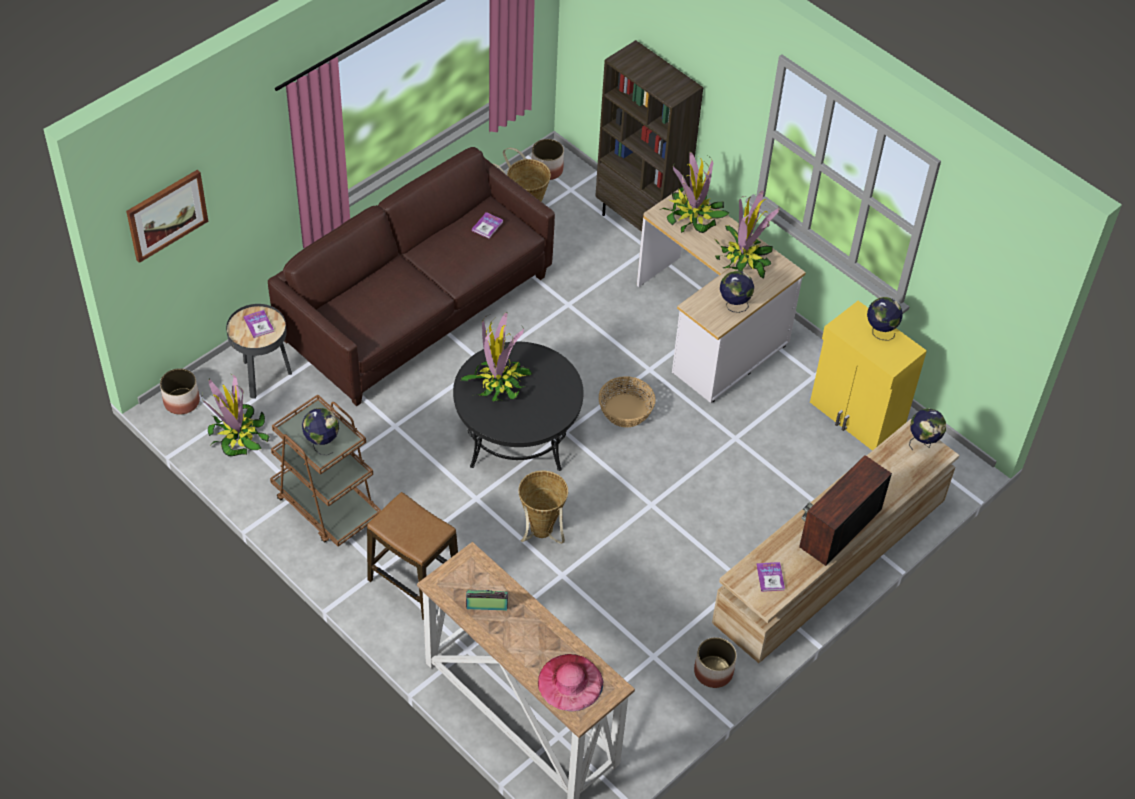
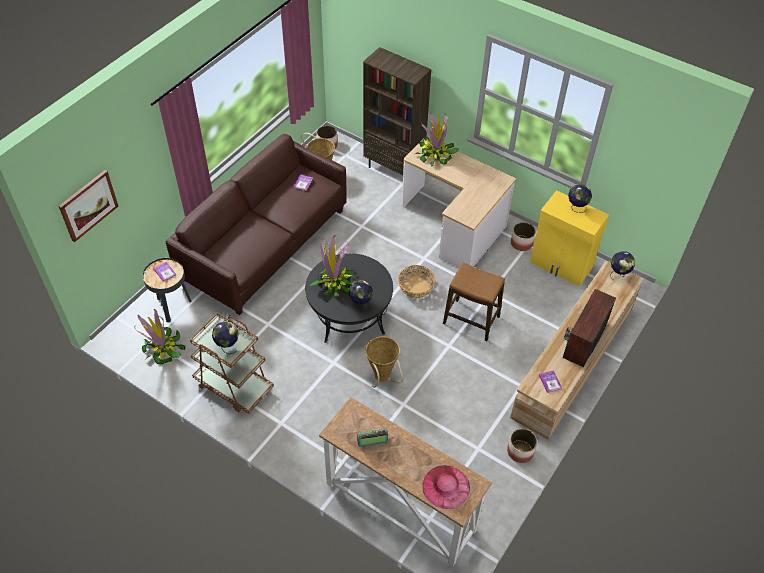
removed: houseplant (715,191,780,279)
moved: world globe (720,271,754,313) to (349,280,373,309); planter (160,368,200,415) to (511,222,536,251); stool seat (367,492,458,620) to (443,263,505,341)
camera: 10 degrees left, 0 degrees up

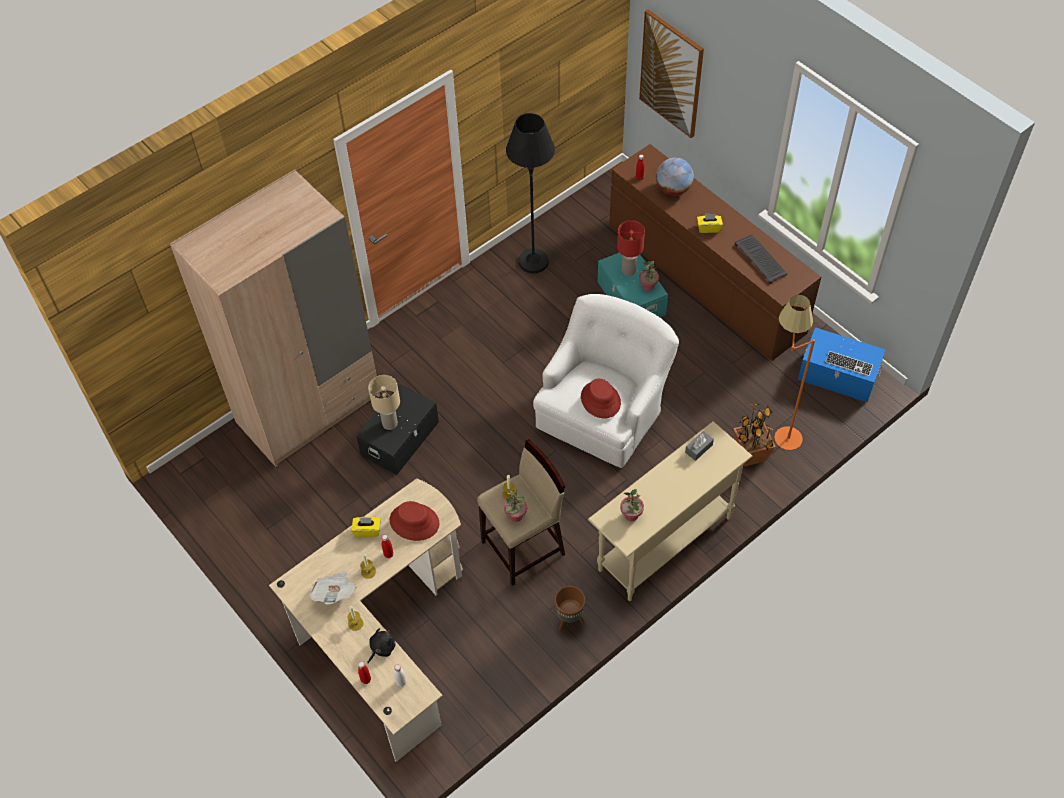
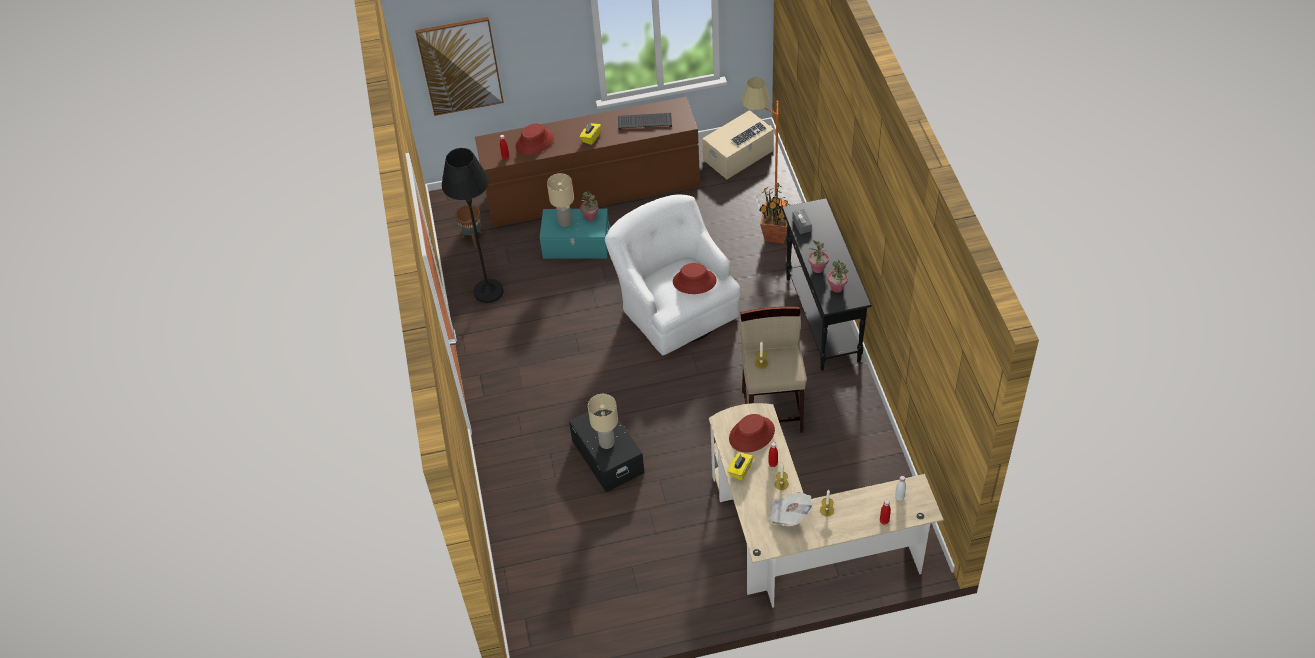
removed: wardrobe (beige-coloured) (170,169,381,468); cuddly toy (black) (368,628,395,663)
moved: houseplant (504,487,527,522) to (808,240,829,273); planter (brown) (554,586,586,630) to (455,205,482,247)
replaced: world globe (656,158,694,196) to clothing hat (red-coloured) (516,123,554,155)
recoloured: lamp for a table (red-coloured) (617,220,645,276) to lamp for a table (beige-coloured) (547,173,574,227); storage container (bluish) (798,327,886,402) to storage container (beige-coloured) (702,110,774,179); console table (beige-coloured) (588,421,752,601) to console table (black) (781,198,872,370)
camera: 60 degrees left, 5 degrees down

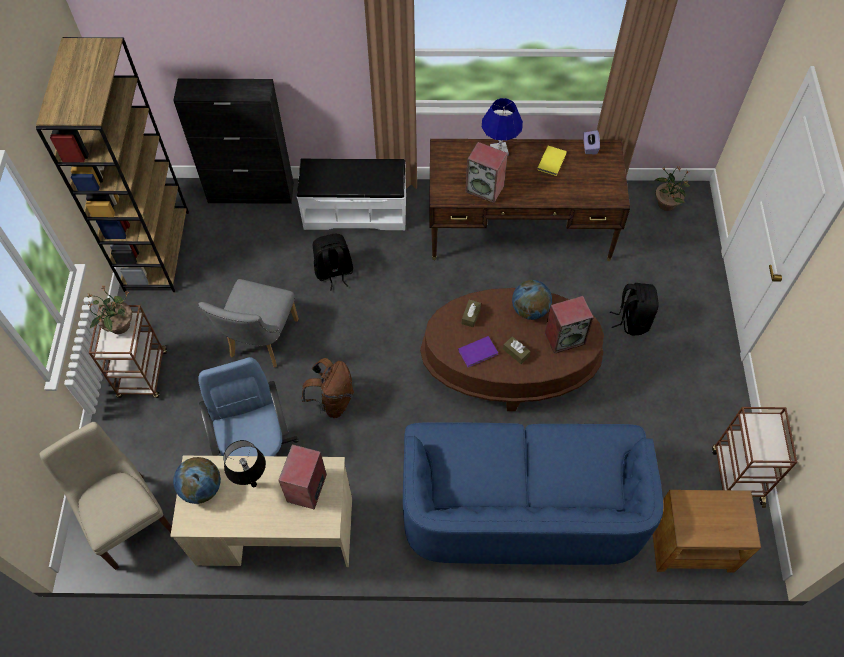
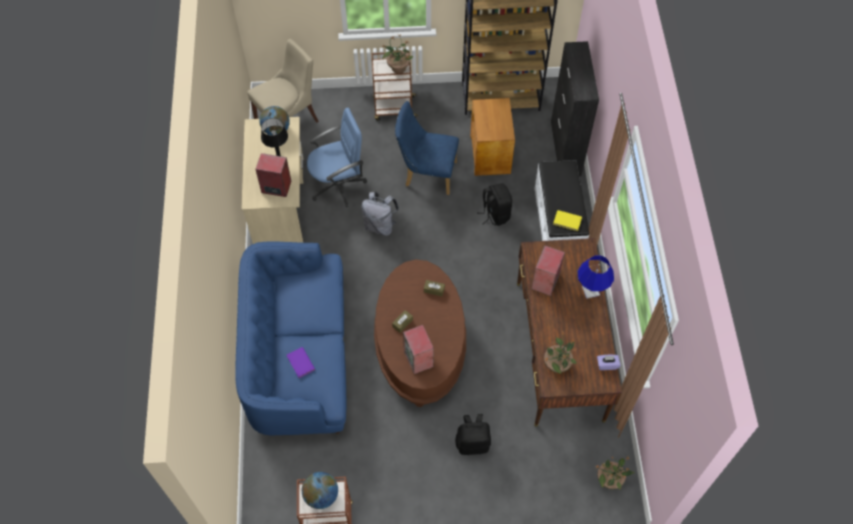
added: houseplant (544,331,577,374)
moved: bound book (yellow-coloured) (537,146,567,176) to (553,210,582,231); world globe (512,280,552,320) to (302,472,338,509); bound book (purple-coloured) (458,336,498,367) to (287,347,315,378); accent table (brown) (653,490,761,573) to (470,98,515,176)
recoloured: plain chair (grey) (199,279,299,368) to plain chair (bluish) (395,101,459,195); backpack (brown) (301,358,354,418) to backpack (grey) (361,192,399,236)
camera: 85 degrees right, 0 degrees up

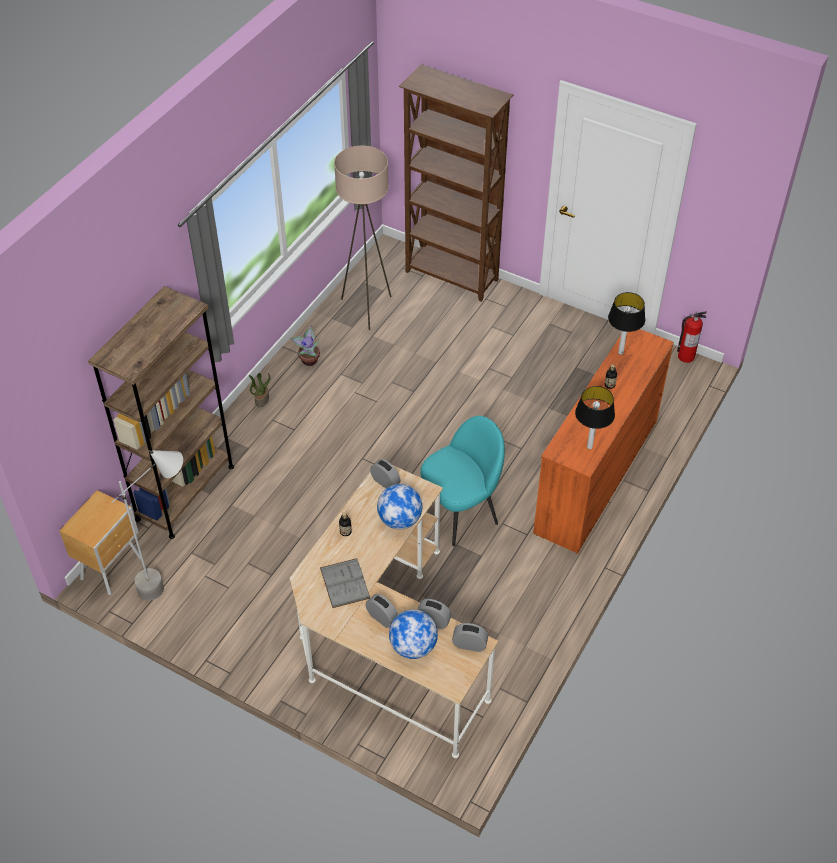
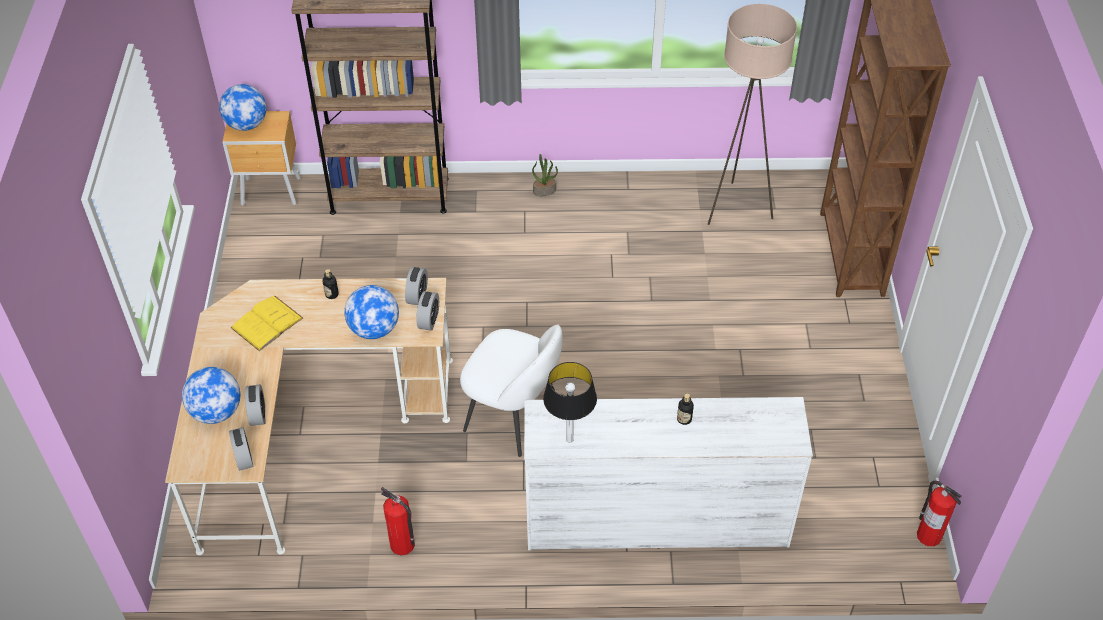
removed: lamp for a table (608,292,645,355); houseplant (290,325,320,366); floor lamp (grey) (111,450,183,600)
added: world globe (219,84,266,131); fire extinguisher (381,487,415,555)
moved: alarm clock (366,594,398,628) to (416,291,439,331)
recoloured: drawer chest (orange-coloured) (533,329,674,554) to drawer chest (whitish) (524,397,813,550); plain chair (blue-green) (420,416,505,546) to plain chair (whitish) (460,325,563,457); bound book (grey) (320,558,370,608) to bound book (yellow-coloured) (231,296,303,351)
camera: 60 degrees right, 0 degrees up

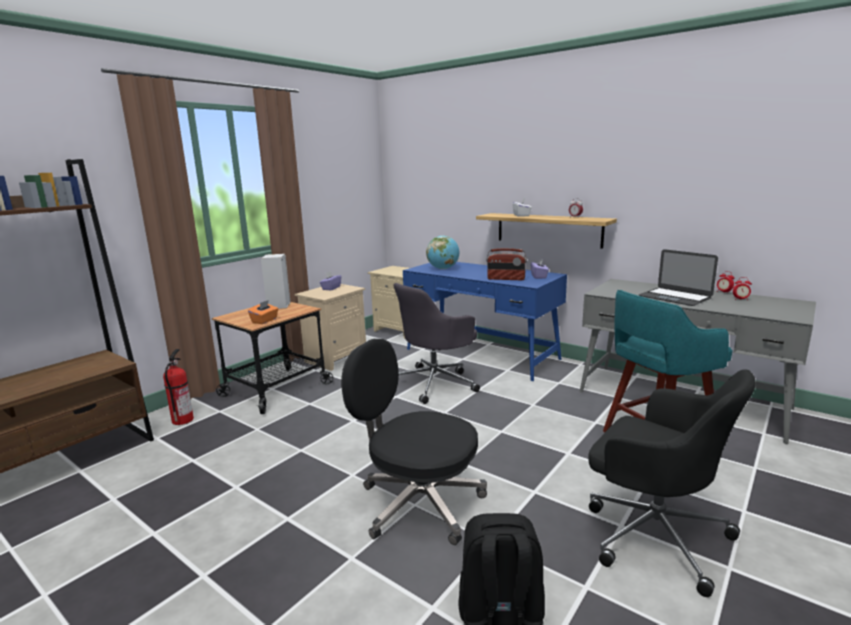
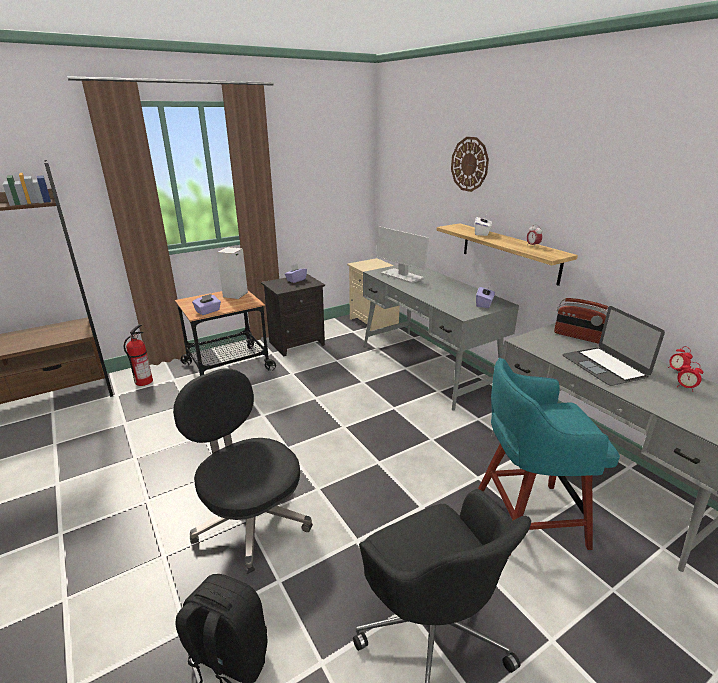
removed: desk chair (grey) (393,283,480,404)
added: hanging clock (451,137,489,192)
moved: radio set (486,248,527,280) to (554,298,609,344)
replaced: world globe (426,235,459,269) to monitor (376,226,429,283)
recoloured: desk (bluish) (403,262,567,381) to desk (grey) (363,265,519,411); night table (beige-coloured) (295,284,366,371) to night table (black) (261,274,325,356); tissue box (orange-coloured) (248,300,278,324) to tissue box (purple-coloured) (192,294,221,315)
camera: 20 degrees right, 10 degrees up

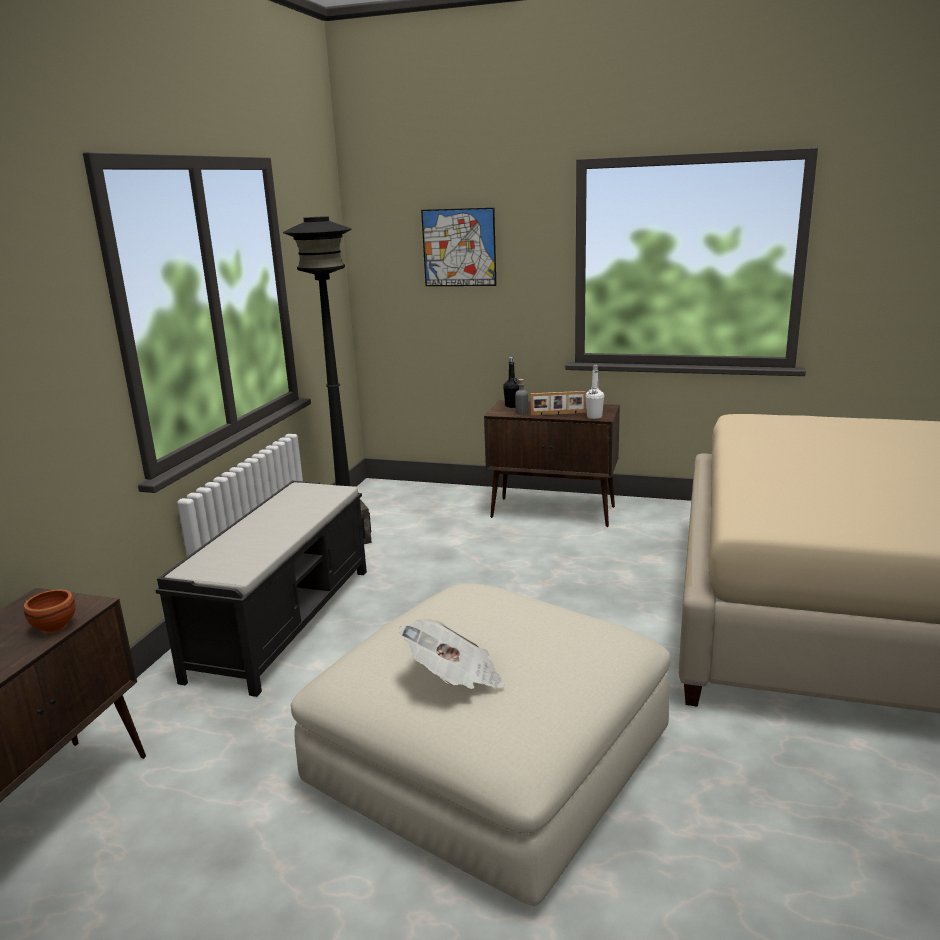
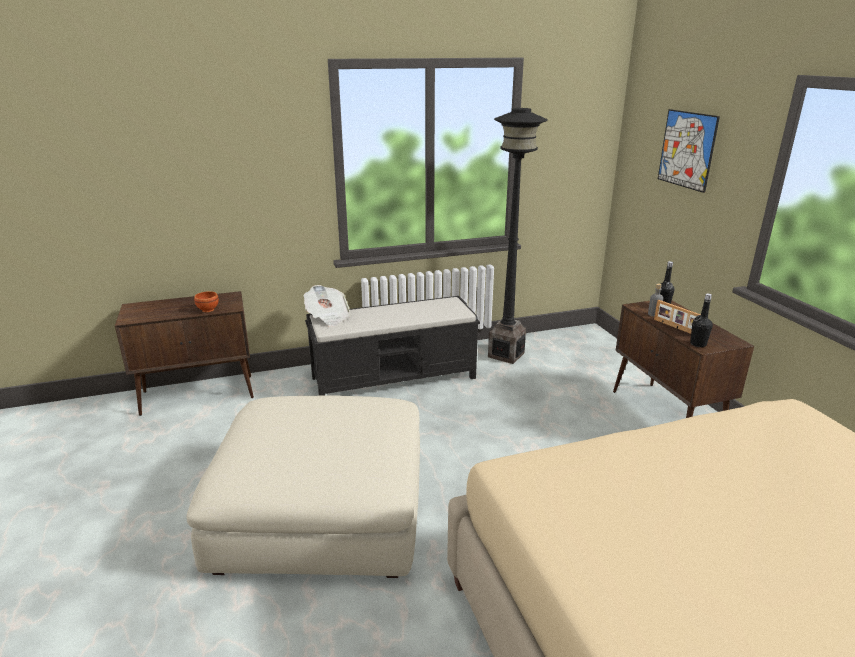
moved: daily paper (399,620,506,689) to (304,285,351,327)
recoloured: bottle (whitish) (586,365,604,419) to bottle (black) (690,293,713,347)
camera: 55 degrees right, 5 degrees up

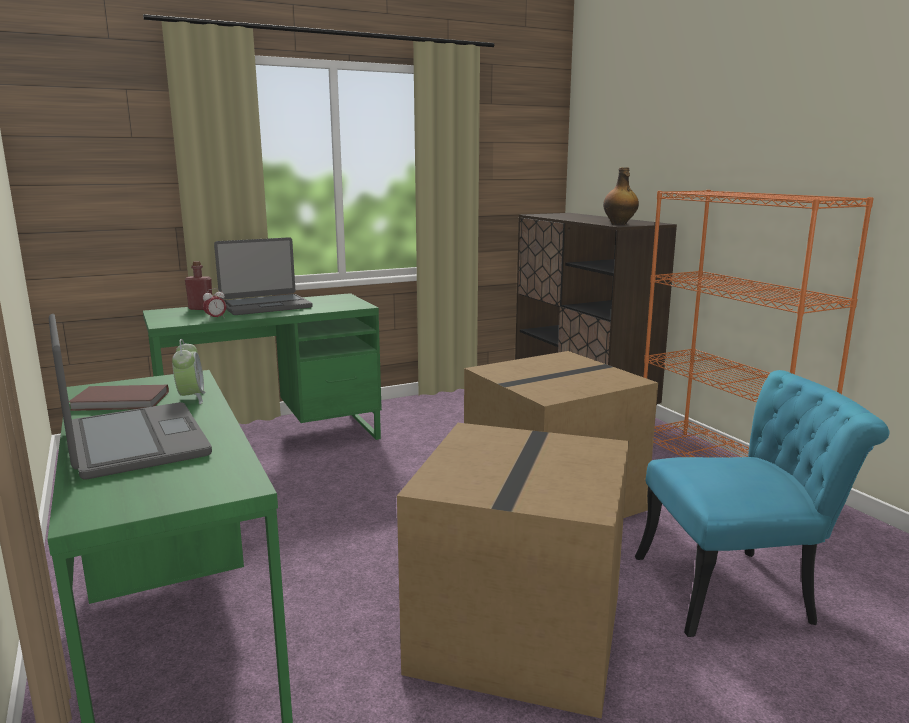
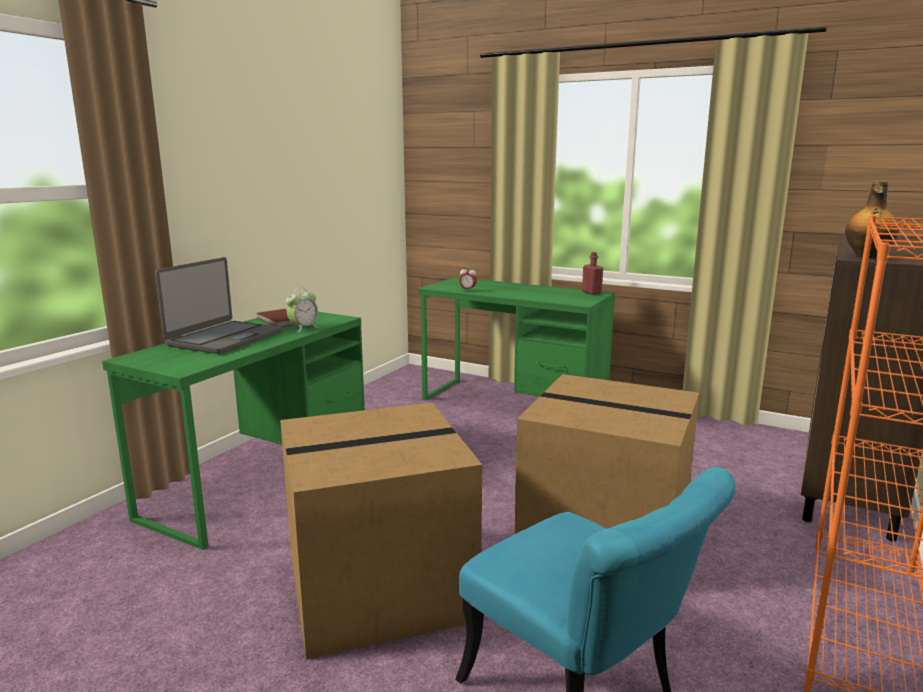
removed: portable computer (214,237,313,315)
moved: bottle (red-coloured) (185,261,212,310) to (582,252,603,295)
camera: 55 degrees right, 0 degrees up

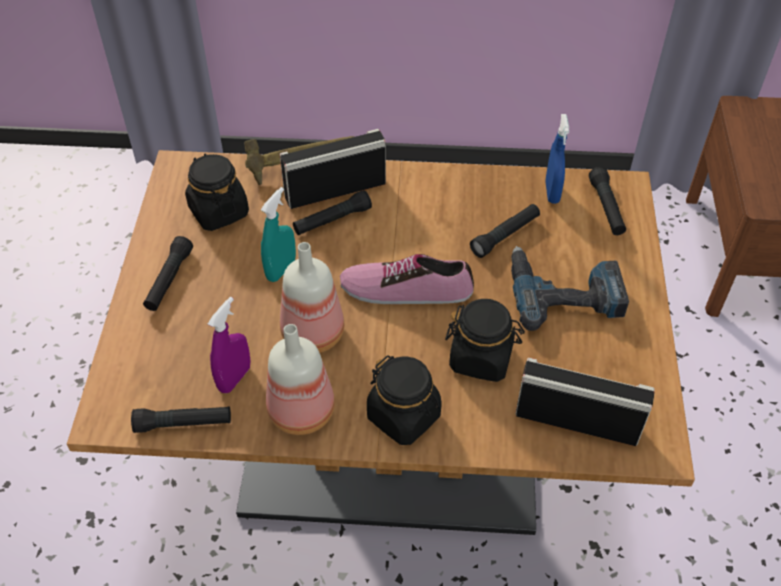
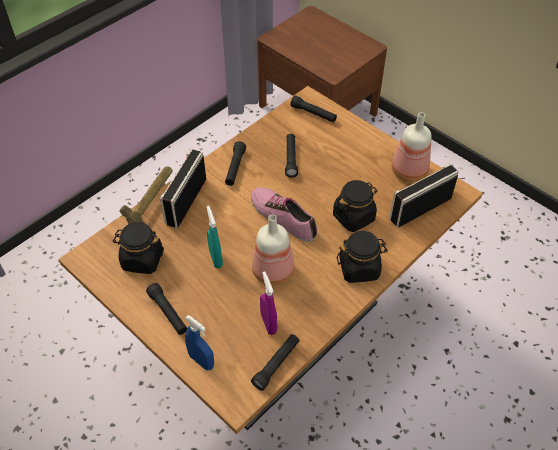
removed: power drill (511,246,629,331)
moved: hand sprayer (bluish) (545,114,569,204) to (185,315,214,370); flashlight (black) (293,190,372,235) to (225,141,246,186); bottle (266,324,335,435) to (392,112,432,182)
turned: shoe (340,254,474,304) = (251,187,318,242) 90 degrees clockwise
camera: 50 degrees left, 0 degrees up

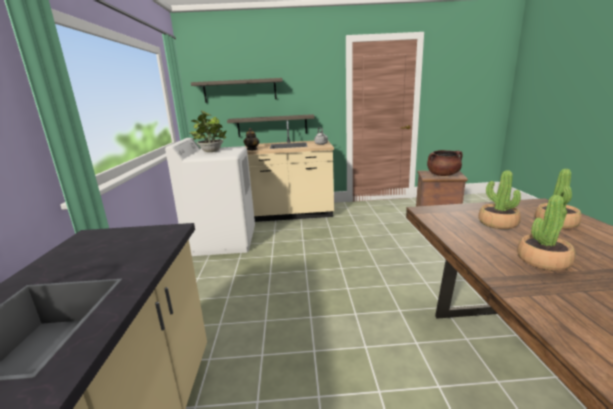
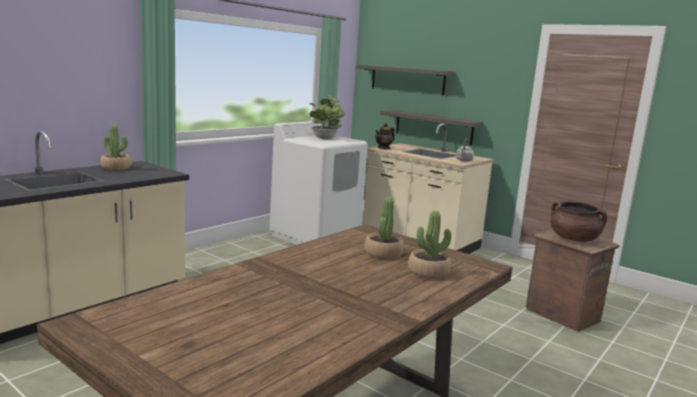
moved: houseplant (517,195,575,271) to (100,124,132,170)
camera: 40 degrees right, 5 degrees down

